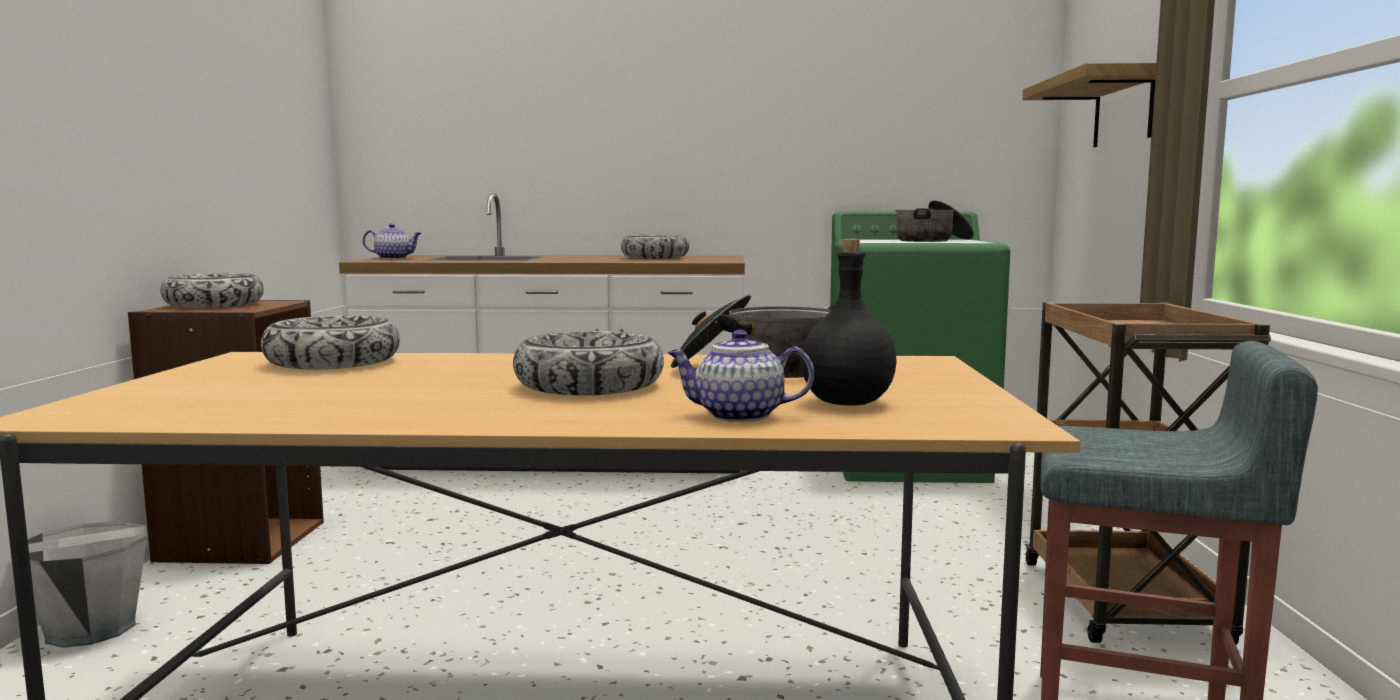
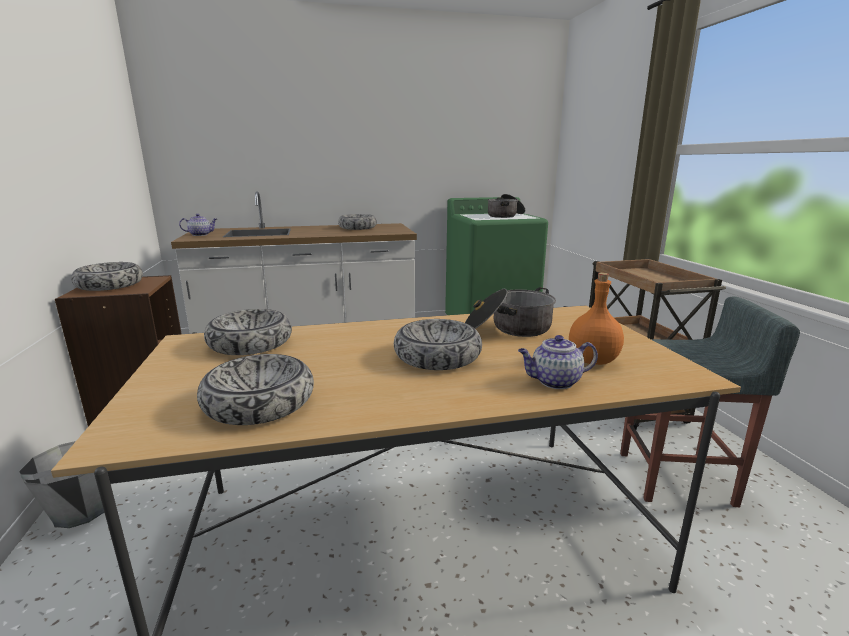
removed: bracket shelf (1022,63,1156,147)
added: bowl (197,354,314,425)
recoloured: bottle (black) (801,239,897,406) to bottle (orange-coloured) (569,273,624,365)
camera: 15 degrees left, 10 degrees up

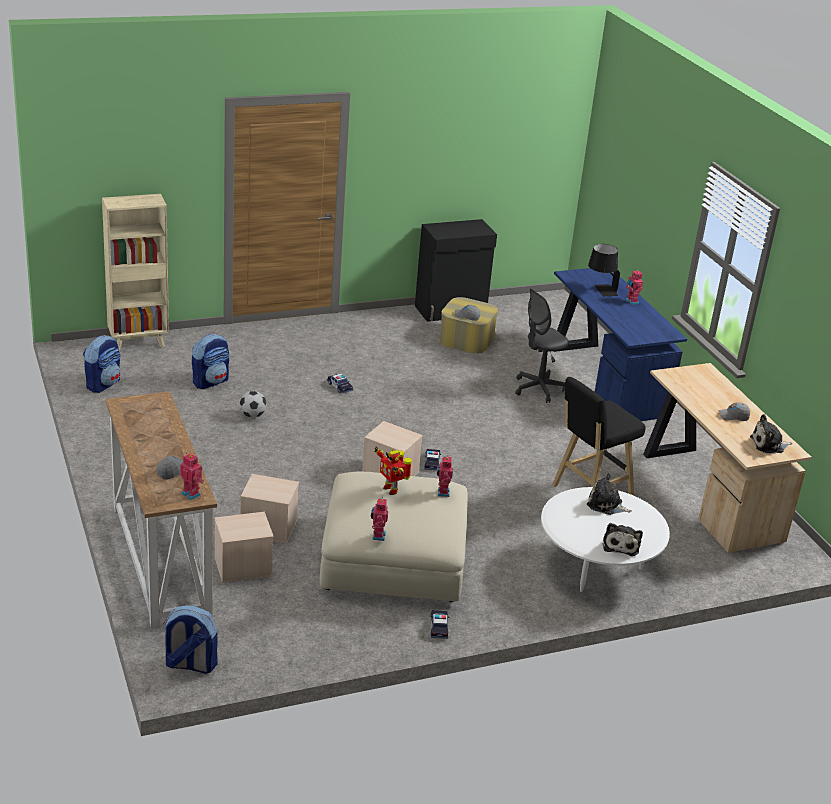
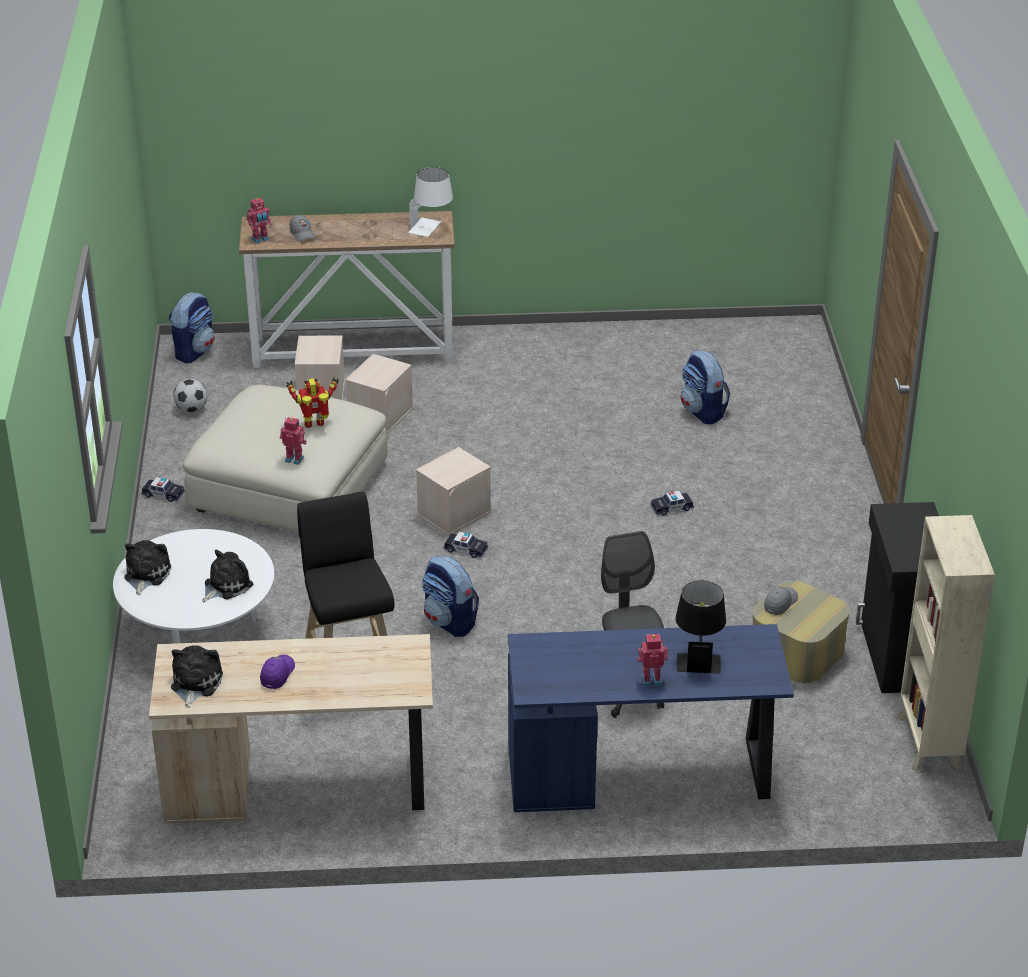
removed: robot figure (371,497,388,541)
added: lamp for a table (whitish) (408,167,453,237)
moved: bookshelf (beige-coloured) (102,194,169,351) to (897,515,995,771); backpack (83,335,121,393) to (422,556,479,637); ball for football (239,391,267,418) to (173,379,207,412)
recoloured: baseball cap (grey) (718,403,750,421) to baseball cap (purple-coloured) (260,654,295,689)
turned: cuddly toy (603,523,643,556) = (124,540,171,595) 75 degrees clockwise
camera: 110 degrees right, 5 degrees up

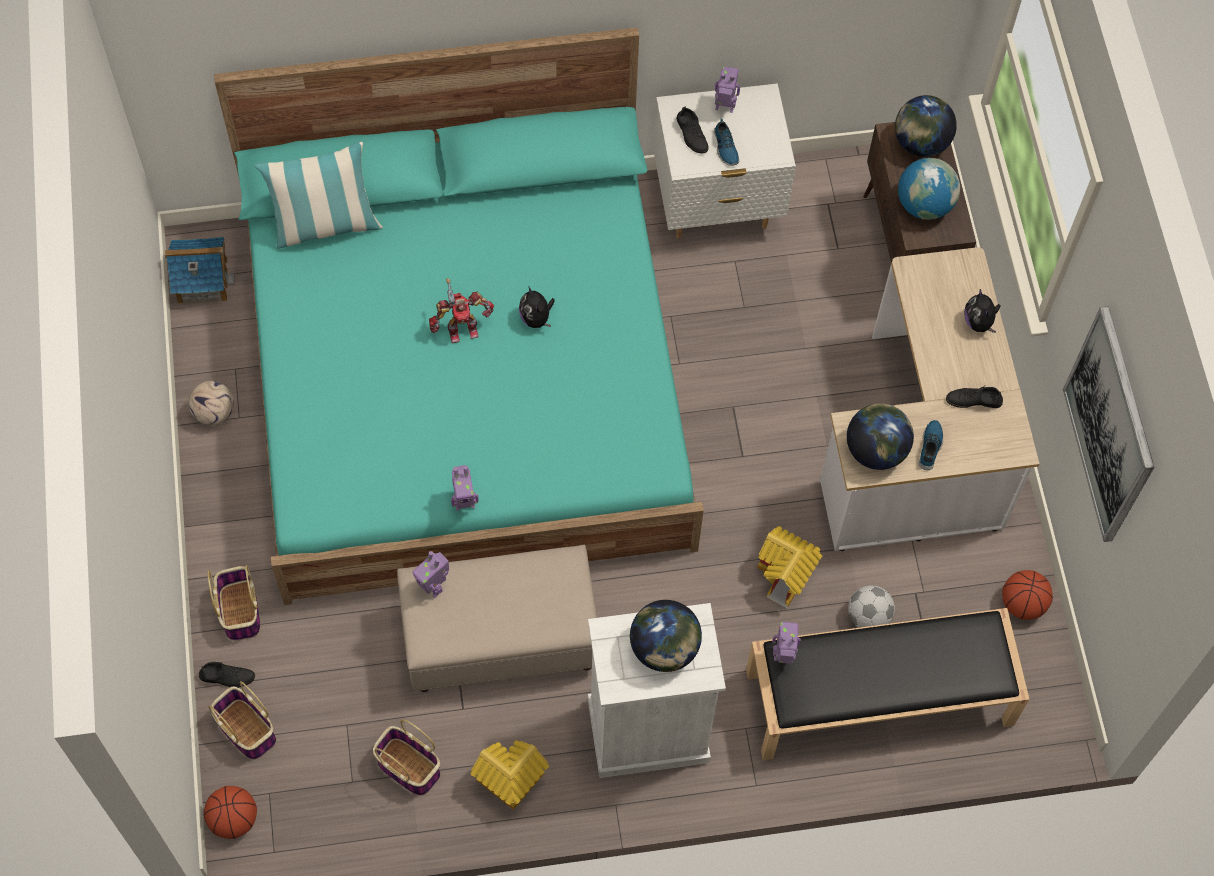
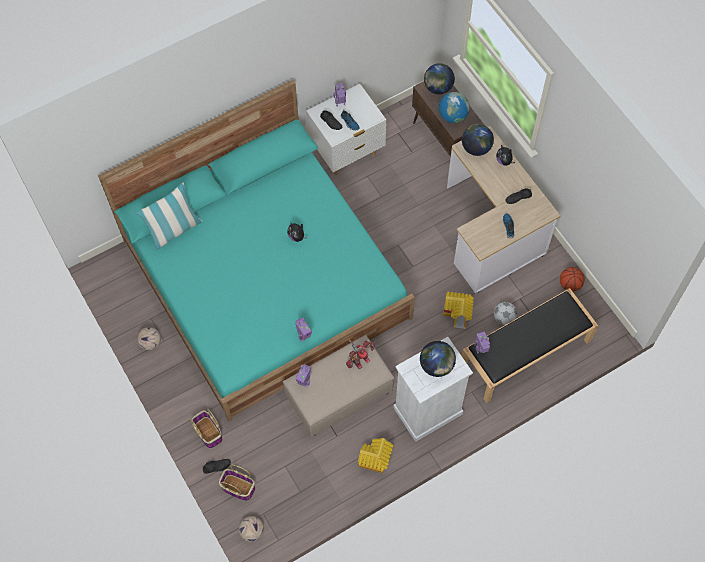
removed: toy house (164,237,235,304); picture (1063,306,1154,542); household basket (373,719,441,796)
moved: robot figure (429,278,494,343) to (346,339,375,369); world globe (847,403,914,470) to (462,124,494,156)
replaced: basketball (204,786,257,839) to ball for football (239,516,264,542)
camera: 20 degrees left, 0 degrees up

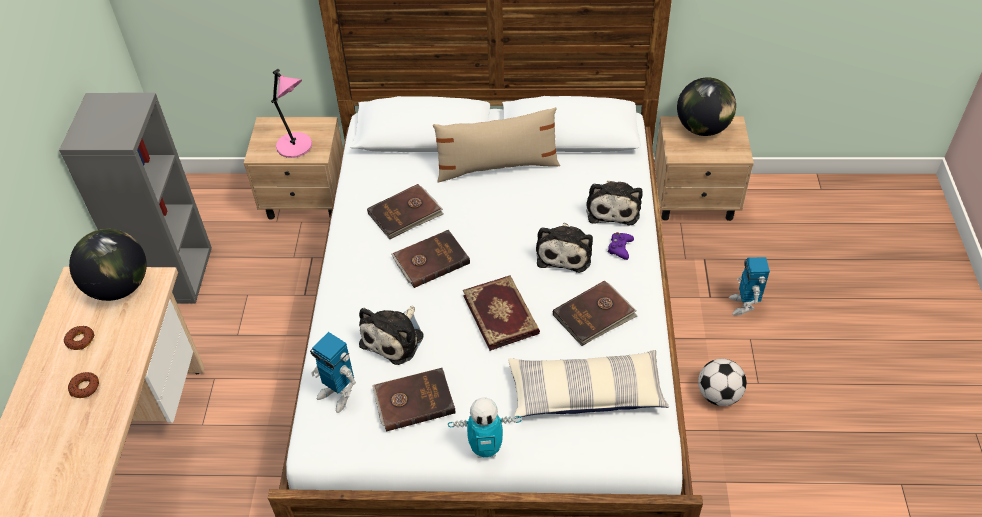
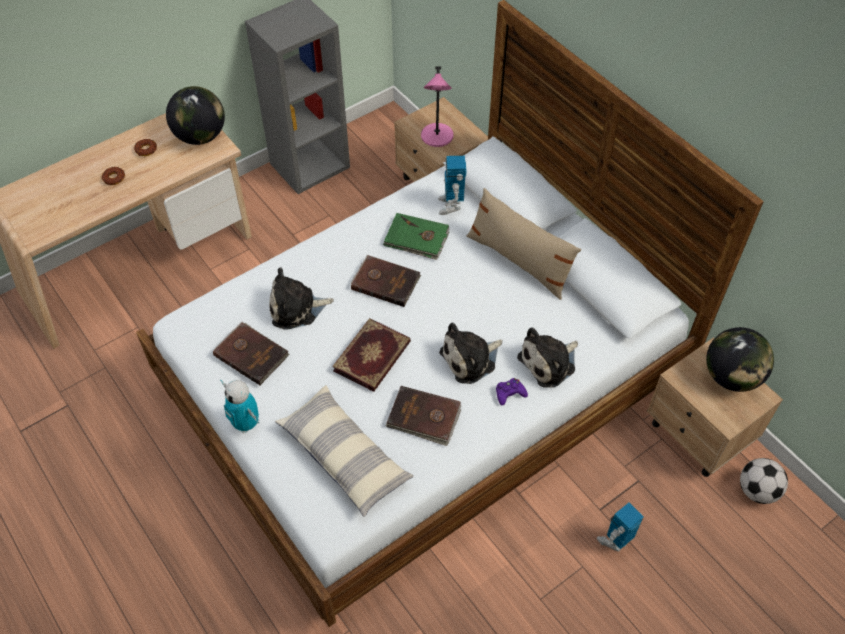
moved: robot figure (310,332,356,413) to (438,156,466,215); ball for football (698,359,747,406) to (740,458,788,504)
recoloured: bound book (brown) (367,184,443,239) to bound book (green) (383,213,450,260)
camera: 50 degrees right, 5 degrees up

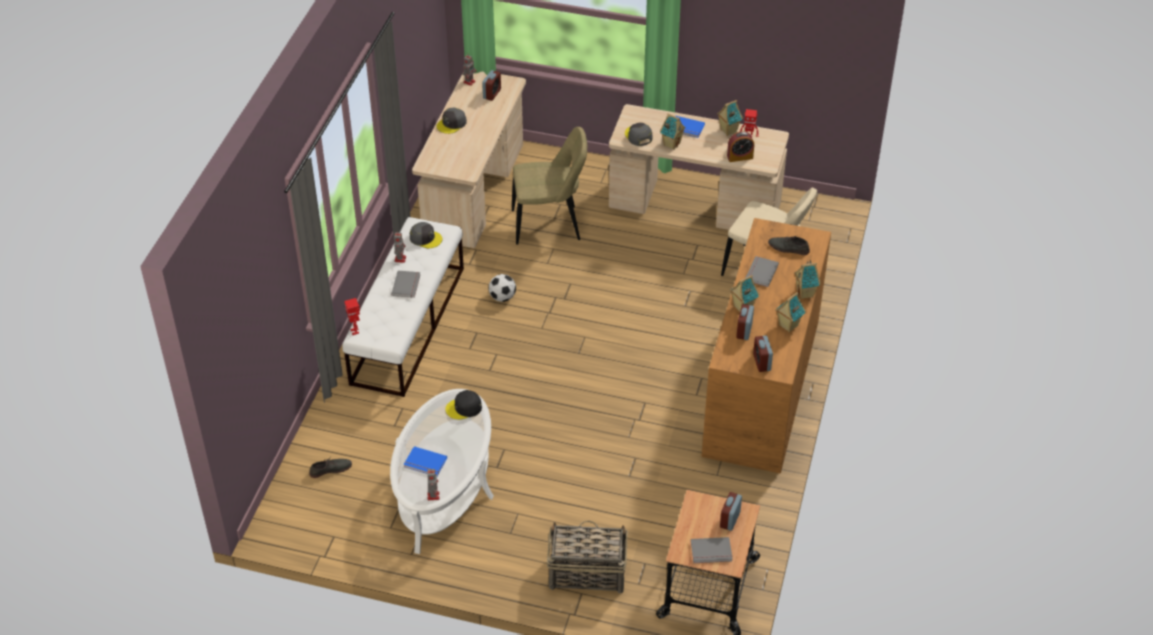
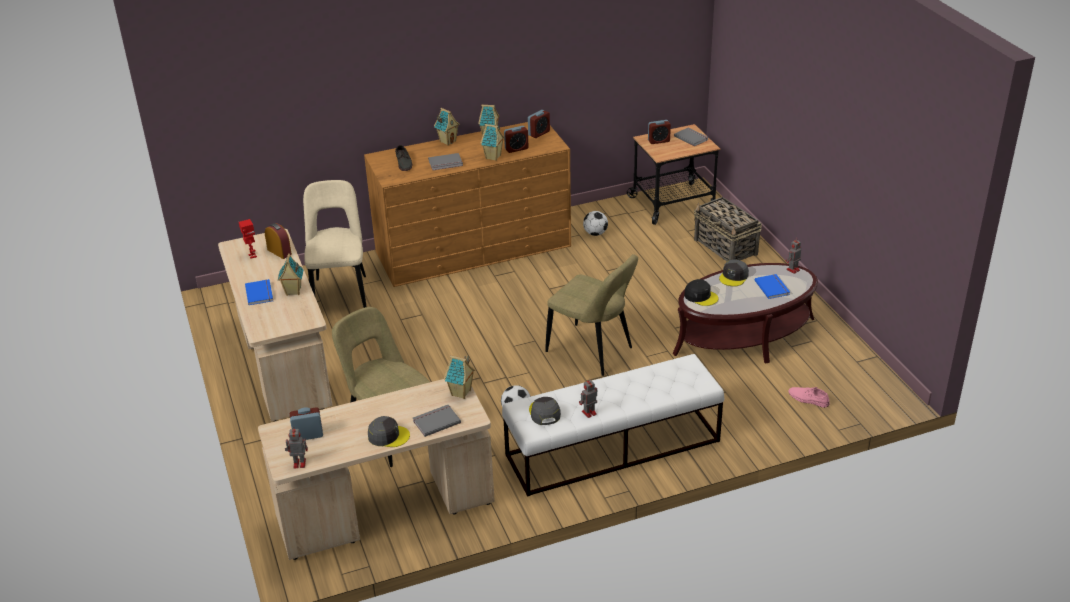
removed: robot figure (344,298,360,335)
added: ball for football (583,211,608,236); plain chair (beige-coloured) (545,254,638,376)
moved: toy house (717,100,743,136) to (444,355,475,399); baseball cap (grey) (625,123,652,146) to (719,259,749,286); bound book (grey) (391,271,420,298) to (413,405,461,437)
recoloured: low table (whitish) (390,389,494,554) to low table (brown) (673,263,818,364); shoe (grey) (309,458,352,478) to shoe (pink) (788,387,830,408)
camera: 125 degrees left, 10 degrees down

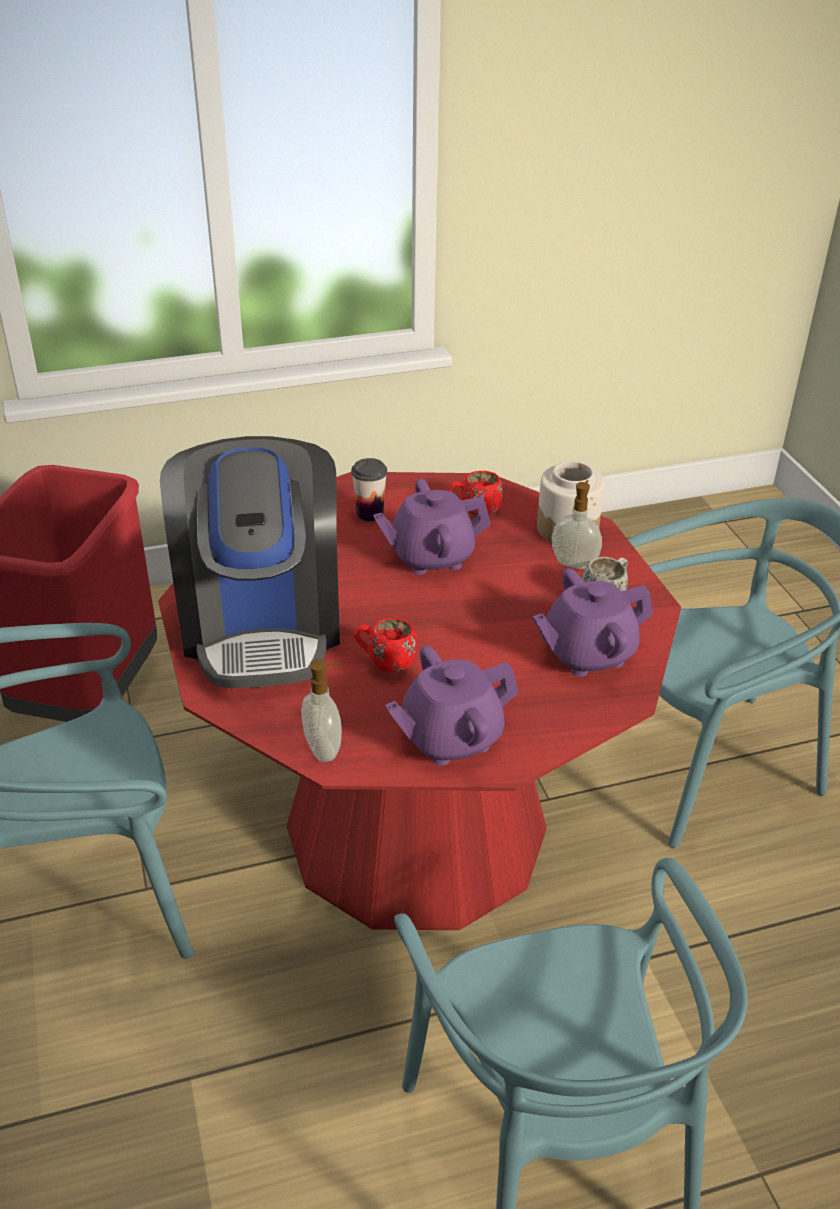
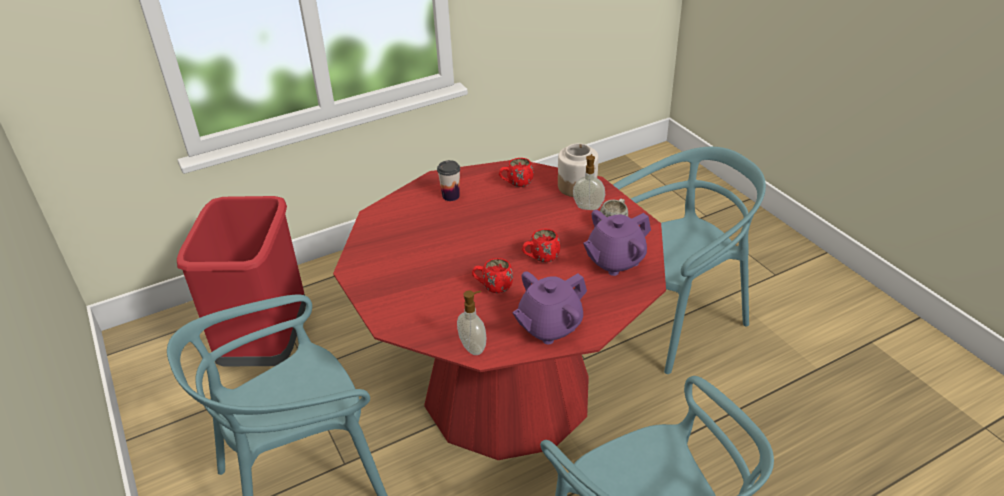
removed: coffee maker (160,436,340,688); teapot (purple-coloured) (373,479,491,575)
added: tea mug (red-coloured) (522,229,560,262)
camera: 10 degrees left, 0 degrees up

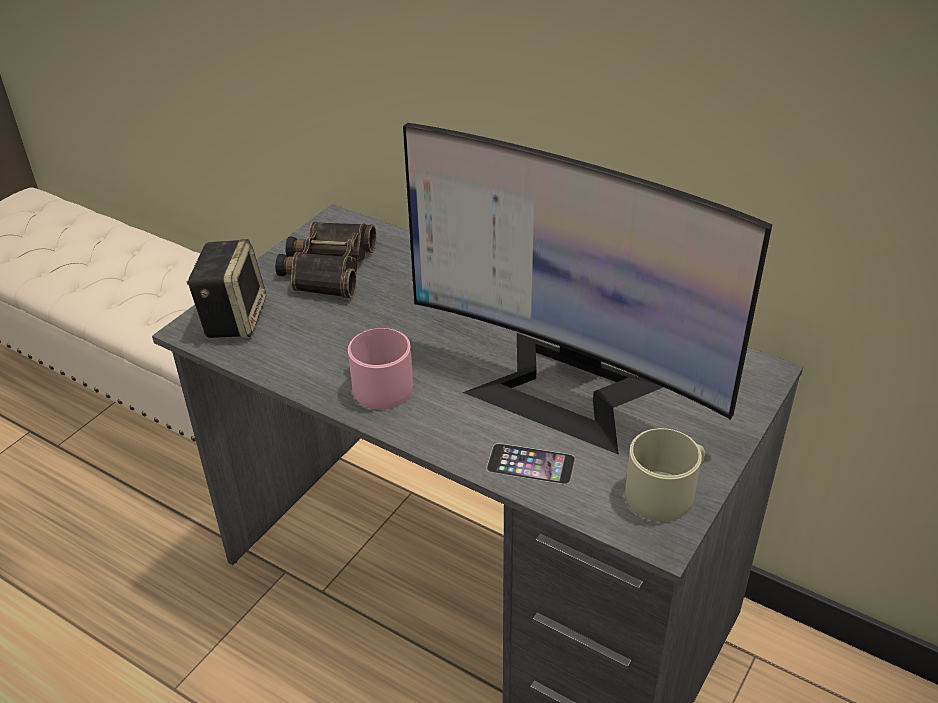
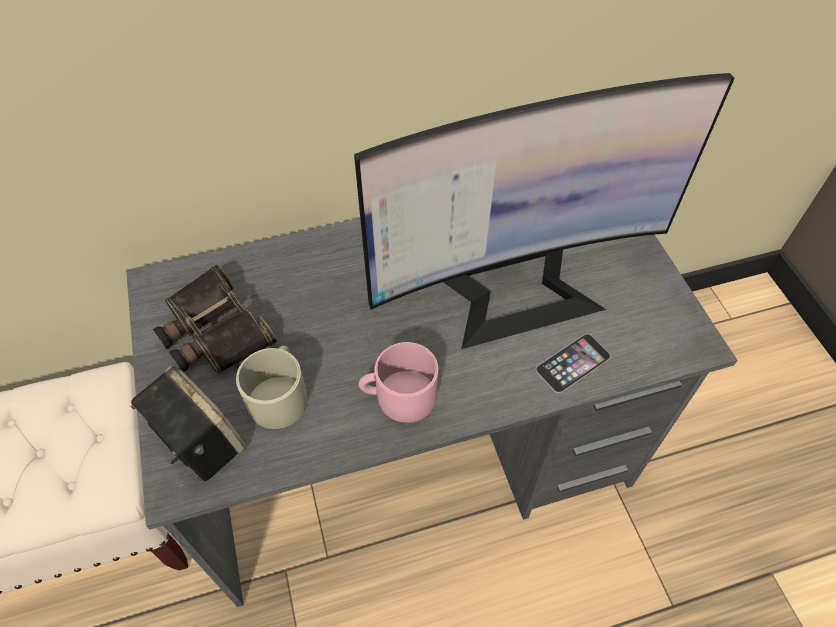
moved: tea mug (beige-coloured) (625,428,705,522) to (236,346,307,429)
camera: 50 degrees left, 15 degrees up

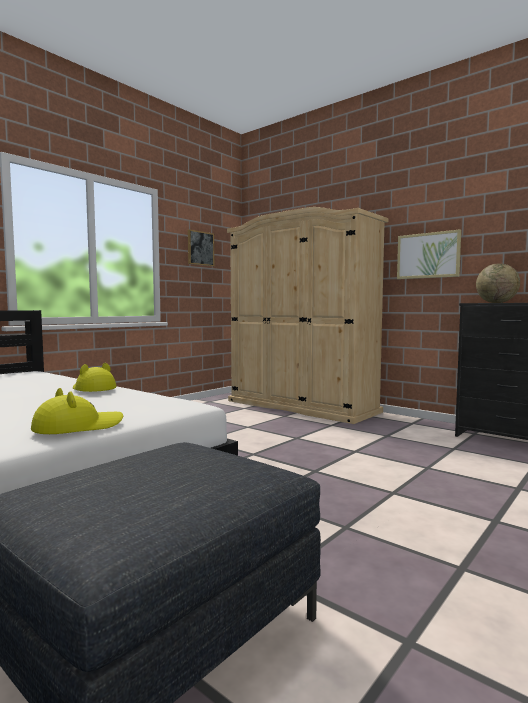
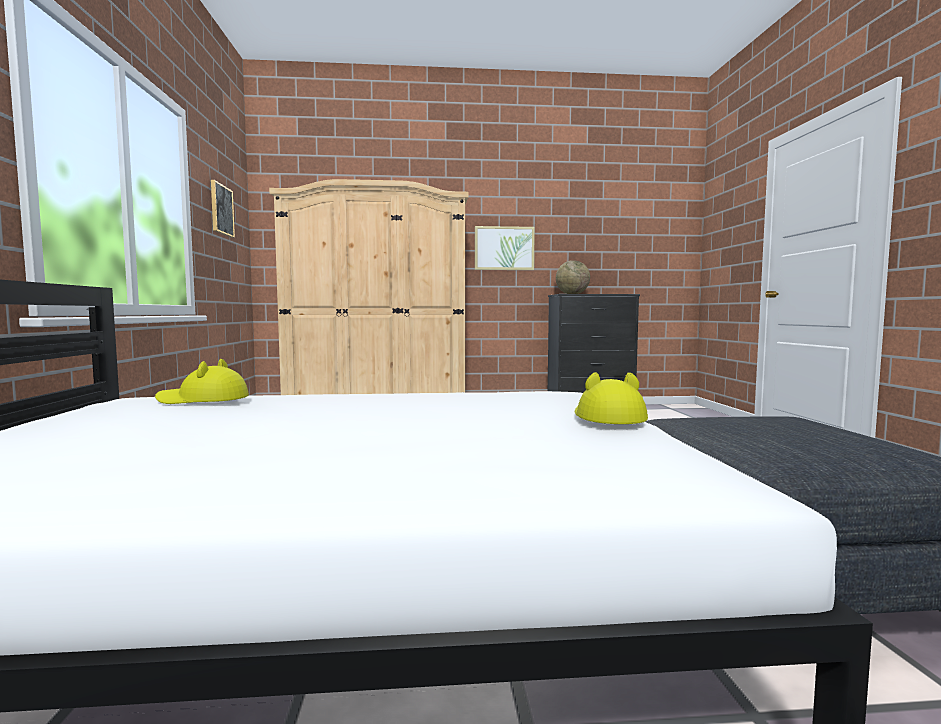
moved: clothing hat (yellow-coloured) (73,363,116,392) to (155,359,249,404)
camera: 45 degrees left, 0 degrees up

